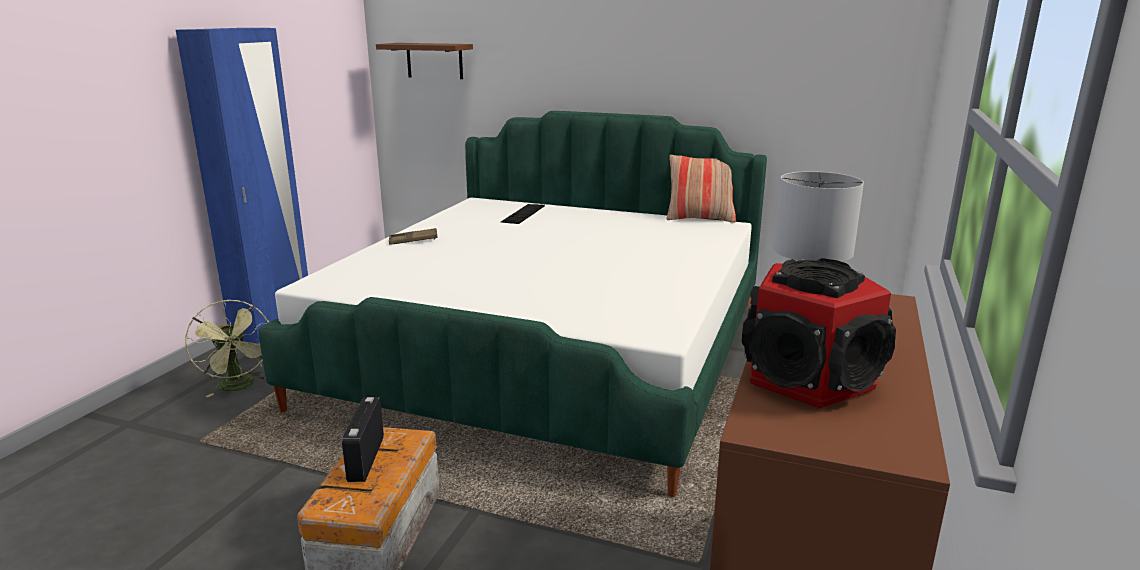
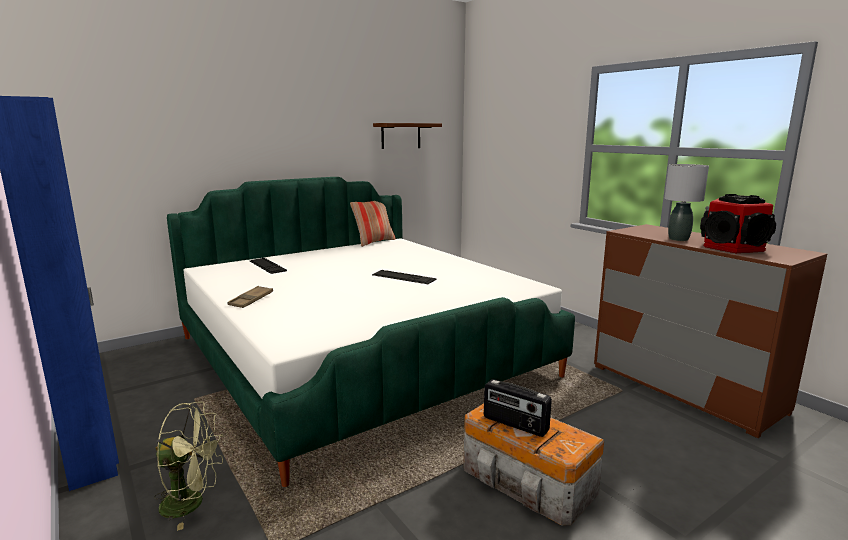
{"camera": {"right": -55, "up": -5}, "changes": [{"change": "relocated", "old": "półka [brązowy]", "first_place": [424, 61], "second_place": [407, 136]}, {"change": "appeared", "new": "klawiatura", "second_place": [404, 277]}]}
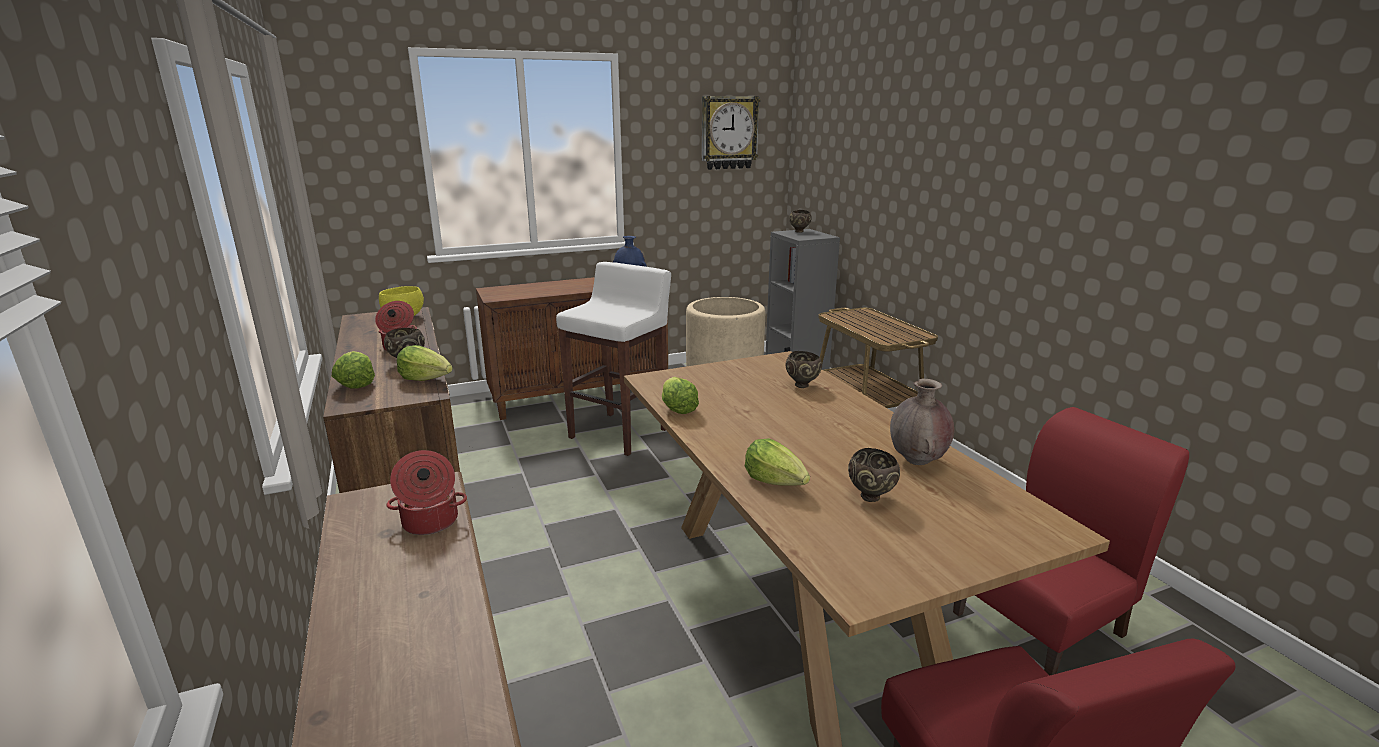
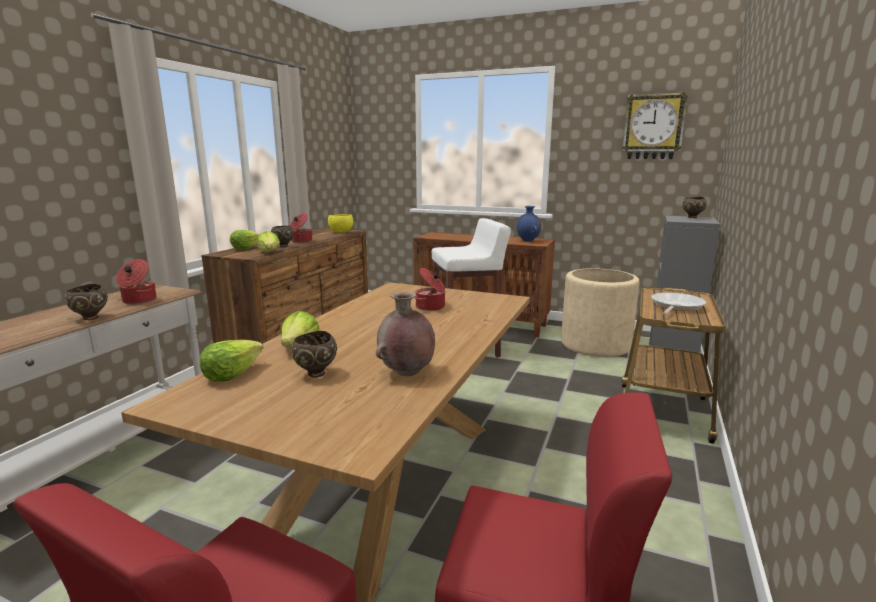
{"camera": {"right": 45, "up": -5}, "changes": [{"change": "relocated", "old": "sałata", "first_place": [680, 395], "second_place": [231, 361]}, {"change": "relocated", "old": "miska [brązowy]", "first_place": [804, 369], "second_place": [86, 302]}, {"change": "appeared", "new": "garnek", "second_place": [430, 289]}, {"change": "appeared", "new": "patelnia", "second_place": [678, 303]}]}
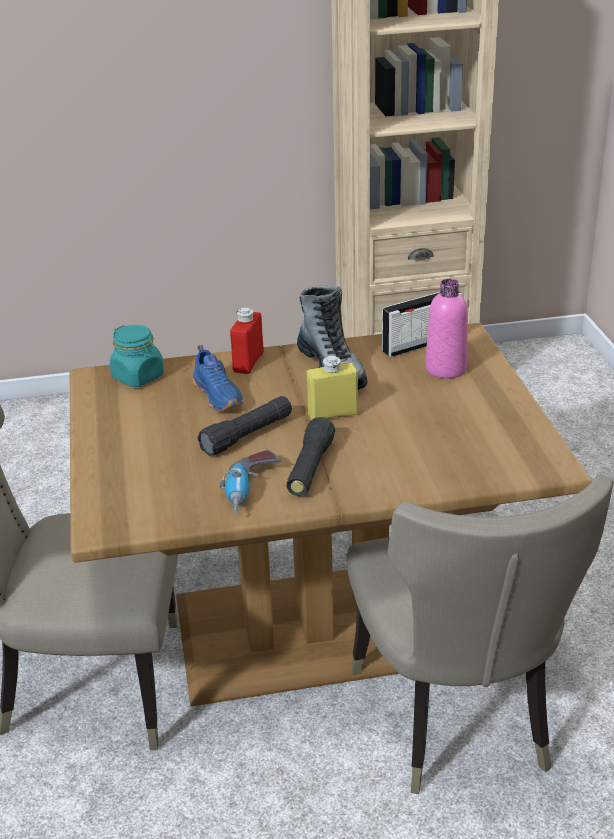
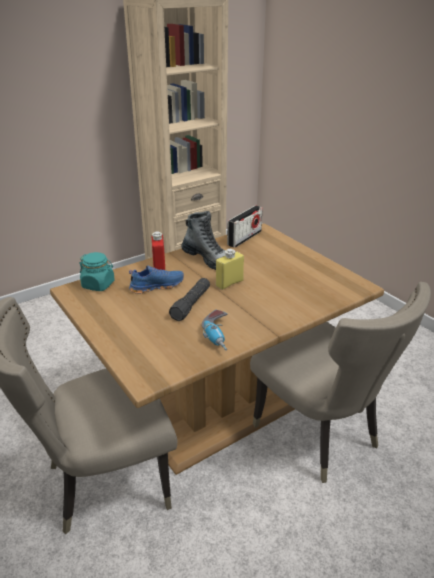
{"camera": {"right": -25, "up": 0}, "changes": [{"change": "spun", "old": "but [niebieski]", "first_place": [217, 378], "second_place": [156, 279], "degrees": -60}, {"change": "missing", "old": "latarka [czarny]", "first_place": [310, 456]}, {"change": "missing", "old": "butelka [różowy]", "first_place": [446, 329]}]}
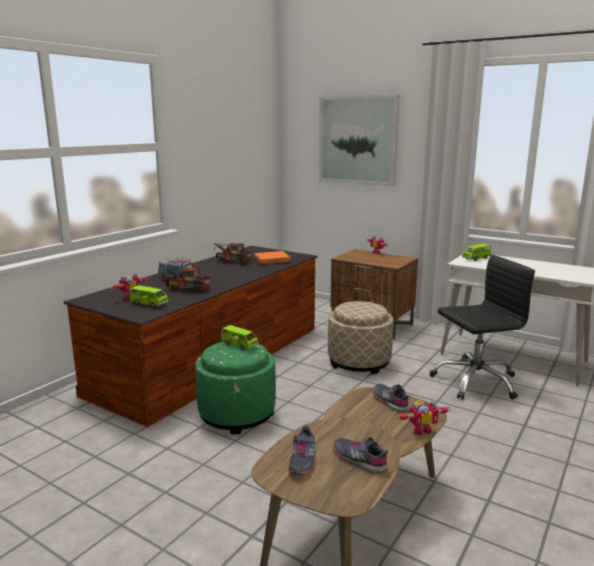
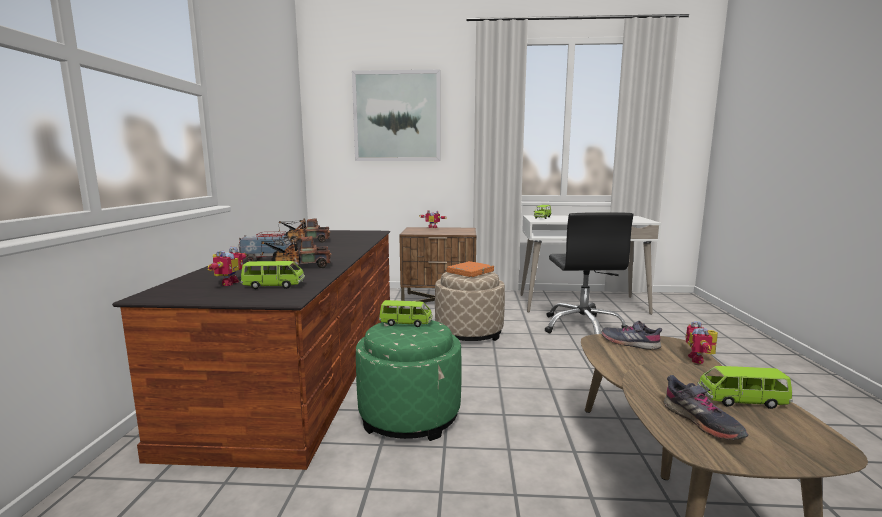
{"camera": {"right": -30, "up": -5}, "changes": [{"change": "relocated", "old": "książka [pomarańczowy]", "first_place": [272, 257], "second_place": [470, 269]}, {"change": "exchanged", "old": "but [szary]", "new": "samochodzik [zielony]", "first_place": [360, 455], "second_place": [745, 387]}, {"change": "spun", "old": "robot zabawkowy", "first_place": [423, 418], "second_place": [702, 342], "degrees": 150}, {"change": "spun", "old": "krzesło biurowe [czarny]", "first_place": [482, 327], "second_place": [589, 273], "degrees": 135}]}
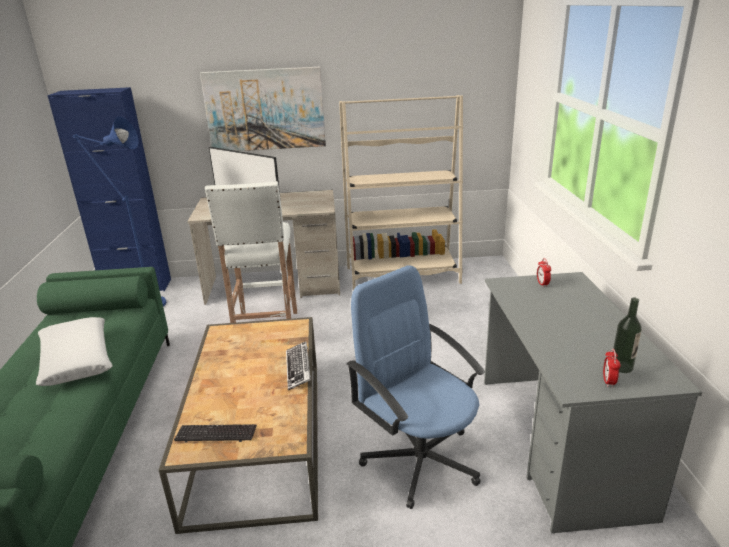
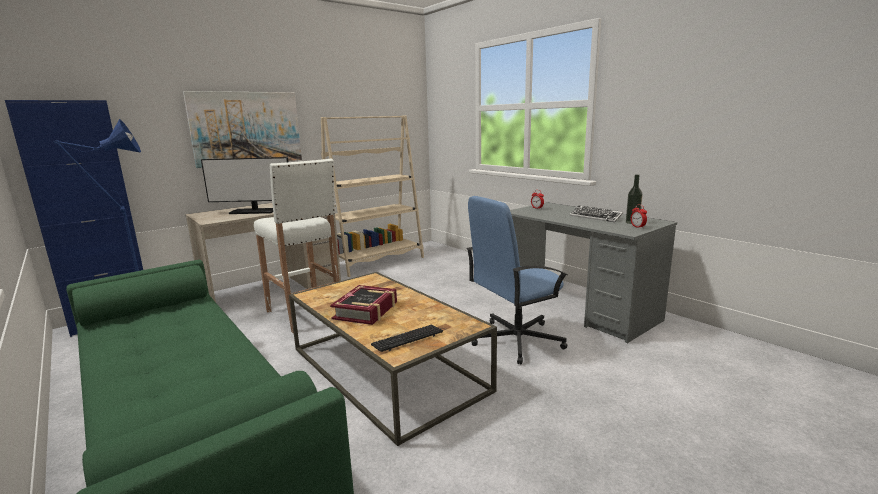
{"camera": {"right": -35, "up": -10}, "changes": [{"change": "missing", "old": "poduszka [biały]", "first_place": [74, 351]}, {"change": "relocated", "old": "klawiatura", "first_place": [298, 365], "second_place": [597, 214]}, {"change": "spun", "old": "krzesło biurowe [niebieski]", "first_place": [415, 387], "second_place": [517, 280], "degrees": -45}, {"change": "appeared", "new": "książka", "second_place": [363, 305]}]}
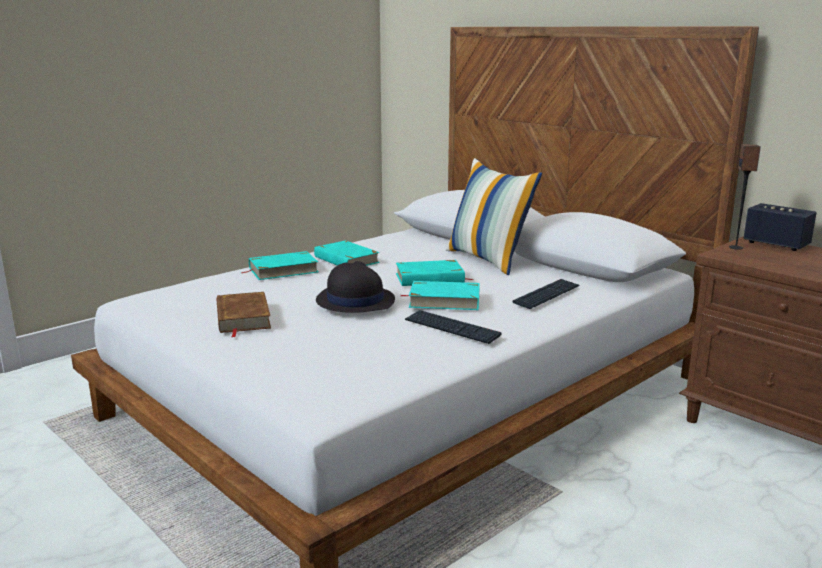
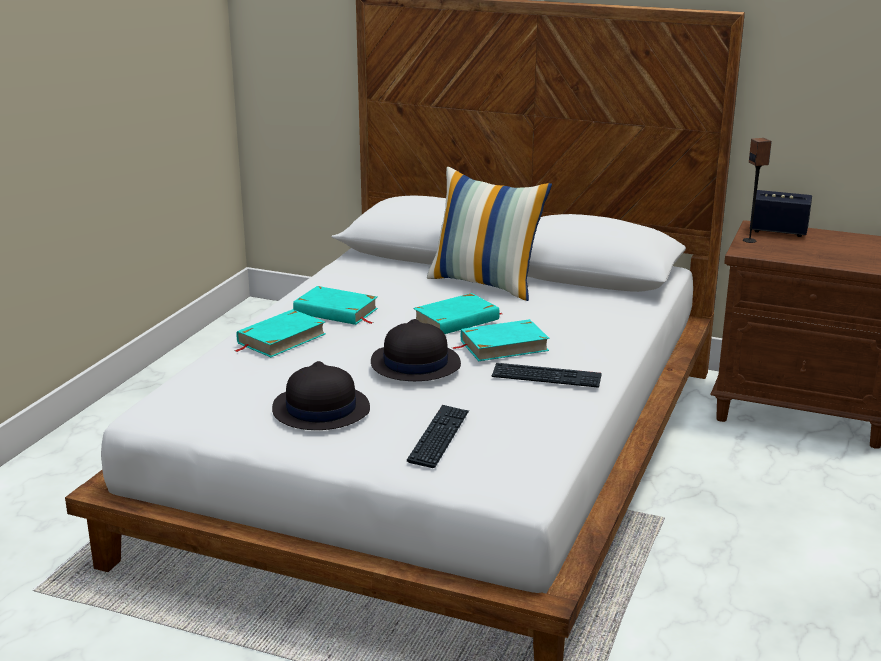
{"camera": {"right": -25, "up": 5}, "changes": [{"change": "exchanged", "old": "książka [brązowy]", "new": "kapelusz [czarny]", "first_place": [244, 314], "second_place": [321, 395]}, {"change": "relocated", "old": "klawiatura", "first_place": [546, 294], "second_place": [438, 436]}]}
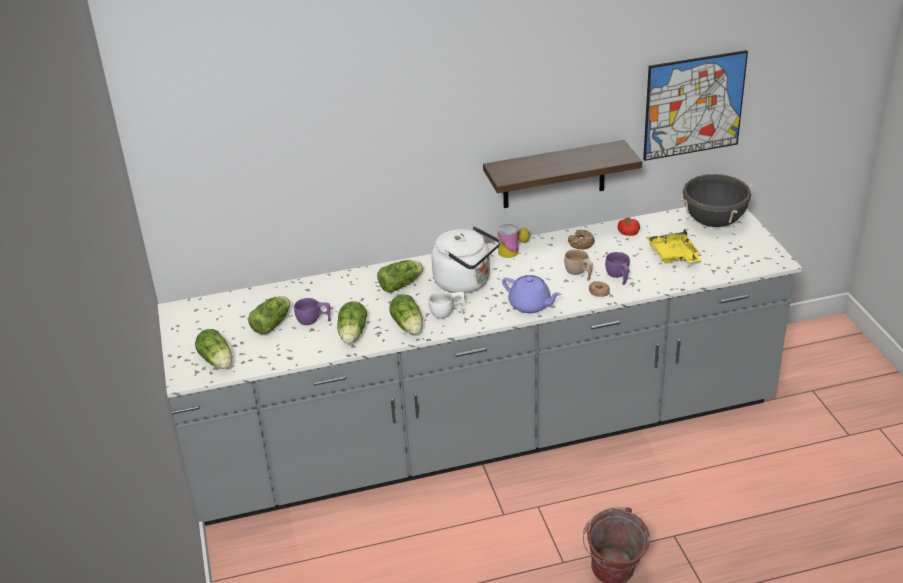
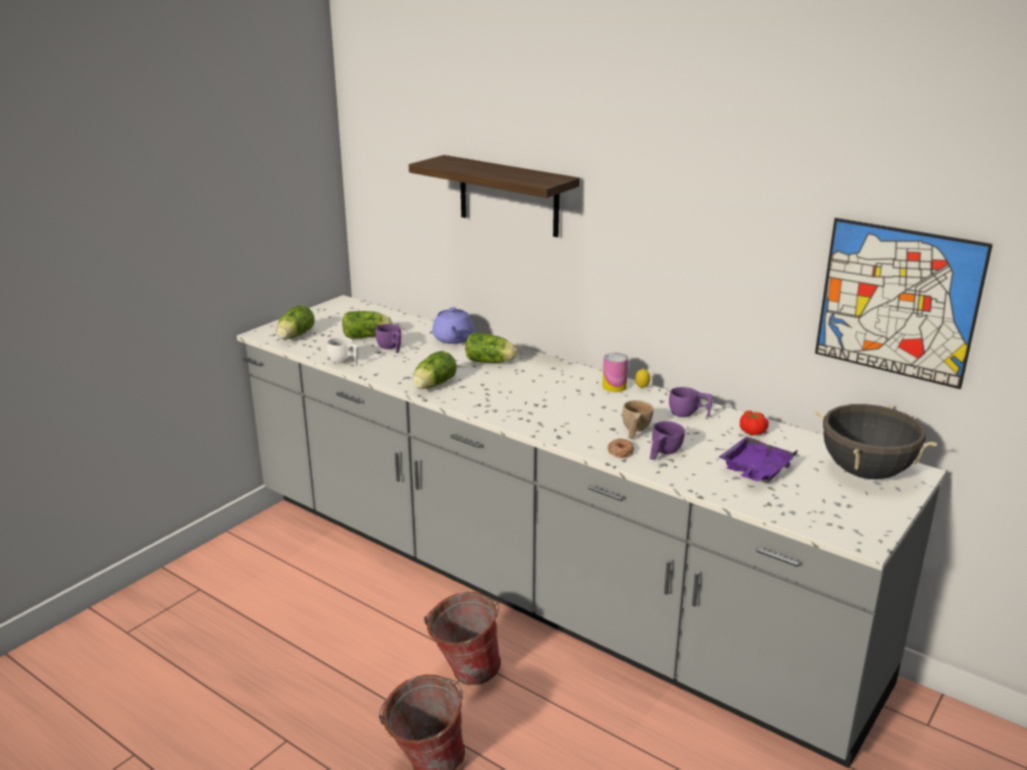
{"camera": {"right": 50, "up": -10}, "changes": [{"change": "missing", "old": "sałata", "first_place": [352, 322]}, {"change": "relocated", "old": "filiżanka [biały]", "first_place": [447, 305], "second_place": [343, 351]}, {"change": "missing", "old": "czajnik [biały]", "first_place": [465, 259]}, {"change": "relocated", "old": "półka", "first_place": [562, 174], "second_place": [494, 196]}, {"change": "relocated", "old": "imbryk [fioletowy]", "first_place": [531, 294], "second_place": [453, 325]}, {"change": "exchanged", "old": "donut", "new": "filiżanka [fioletowy]", "first_place": [581, 239], "second_place": [691, 402]}, {"change": "colour", "old": "taca [żółty]", "new": "taca [fioletowy]", "first_place": [673, 246], "second_place": [758, 458]}, {"change": "appeared", "new": "wiadro", "second_place": [462, 638]}]}
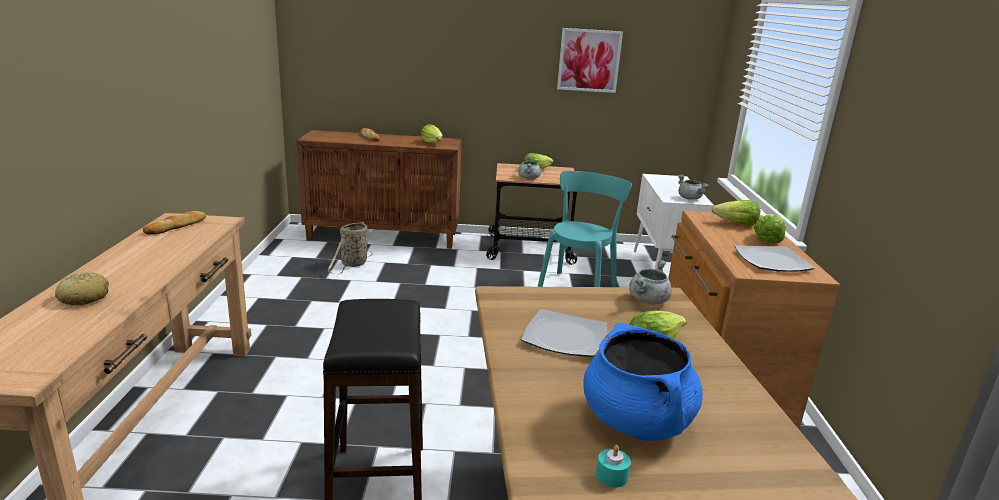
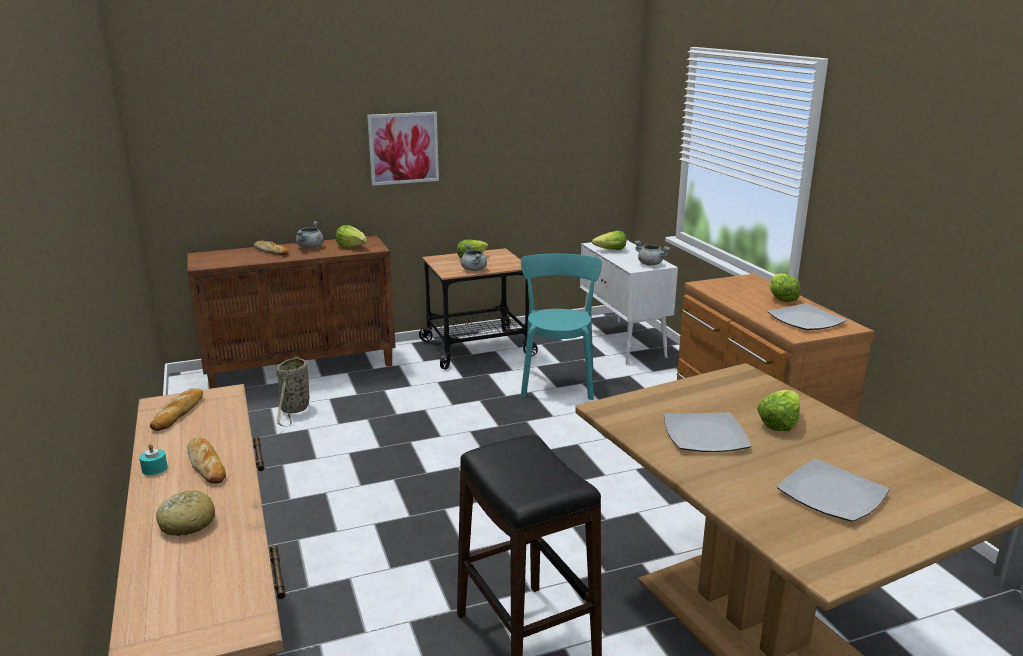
{"camera": {"right": -20, "up": 0}, "changes": [{"change": "relocated", "old": "obraz", "first_place": [590, 60], "second_place": [403, 149]}, {"change": "exchanged", "old": "garnek [niebieski]", "new": "talerz", "first_place": [643, 382], "second_place": [833, 490]}, {"change": "relocated", "old": "świeca [turkusowy]", "first_place": [613, 466], "second_place": [153, 459]}, {"change": "relocated", "old": "garnek [szary]", "first_place": [650, 282], "second_place": [310, 235]}, {"change": "relocated", "old": "sałata", "first_place": [736, 213], "second_place": [609, 240]}, {"change": "appeared", "new": "chleb", "second_place": [206, 460]}]}
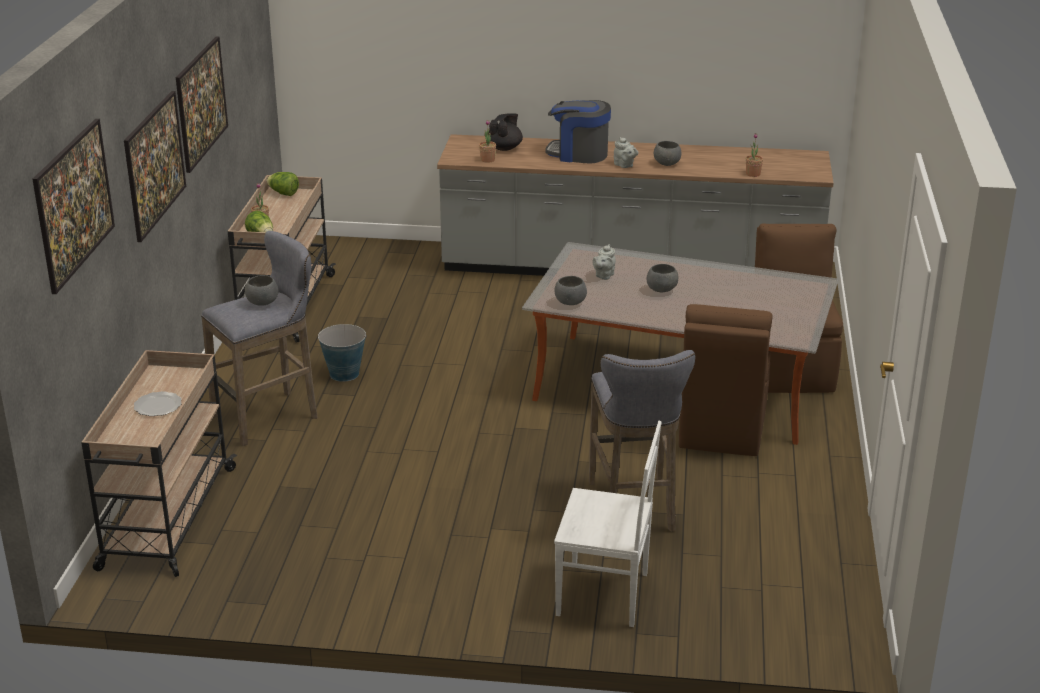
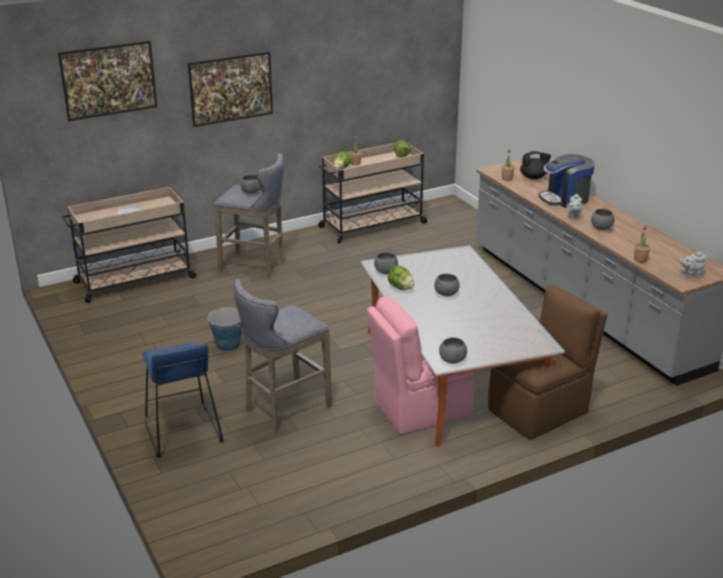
{"camera": {"right": 55, "up": 0}, "changes": [{"change": "missing", "old": "obraz", "first_place": [202, 104]}, {"change": "relocated", "old": "wiadro", "first_place": [342, 353], "second_place": [225, 330]}, {"change": "spun", "old": "ekspres do kawy", "first_place": [578, 131], "second_place": [566, 181], "degrees": -90}, {"change": "exchanged", "old": "krzesło [biały]", "new": "stołek [niebieski]", "first_place": [608, 524], "second_place": [182, 400]}, {"change": "relocated", "old": "imbryk [szary]", "first_place": [604, 262], "second_place": [693, 265]}, {"change": "colour", "old": "krzesło [brązowy]", "new": "krzesło [różowy]", "first_place": [726, 380], "second_place": [421, 365]}, {"change": "appeared", "new": "sałata", "second_place": [401, 277]}, {"change": "appeared", "new": "miska [szary]", "second_place": [453, 350]}]}
